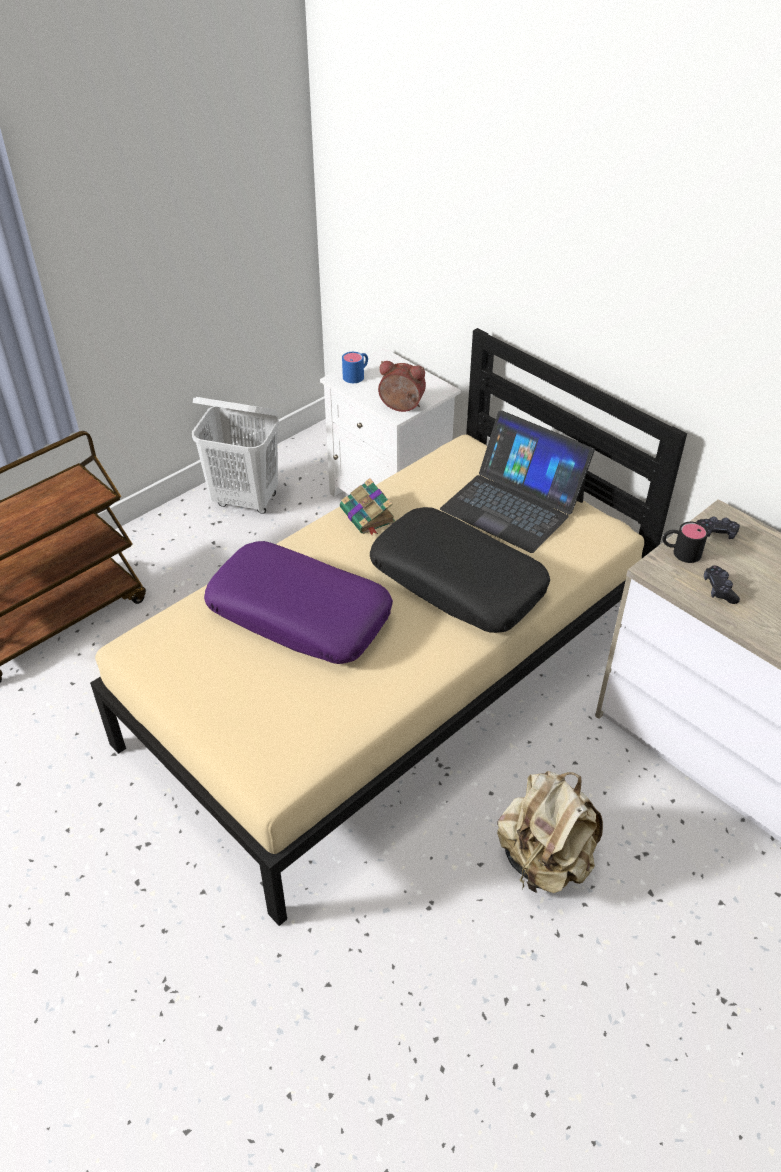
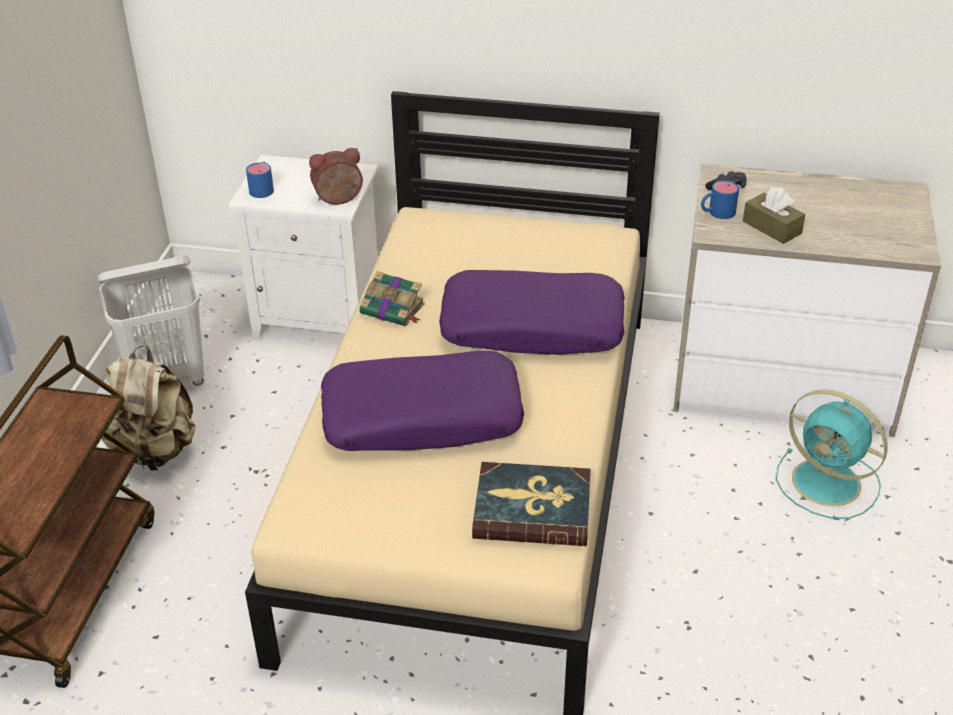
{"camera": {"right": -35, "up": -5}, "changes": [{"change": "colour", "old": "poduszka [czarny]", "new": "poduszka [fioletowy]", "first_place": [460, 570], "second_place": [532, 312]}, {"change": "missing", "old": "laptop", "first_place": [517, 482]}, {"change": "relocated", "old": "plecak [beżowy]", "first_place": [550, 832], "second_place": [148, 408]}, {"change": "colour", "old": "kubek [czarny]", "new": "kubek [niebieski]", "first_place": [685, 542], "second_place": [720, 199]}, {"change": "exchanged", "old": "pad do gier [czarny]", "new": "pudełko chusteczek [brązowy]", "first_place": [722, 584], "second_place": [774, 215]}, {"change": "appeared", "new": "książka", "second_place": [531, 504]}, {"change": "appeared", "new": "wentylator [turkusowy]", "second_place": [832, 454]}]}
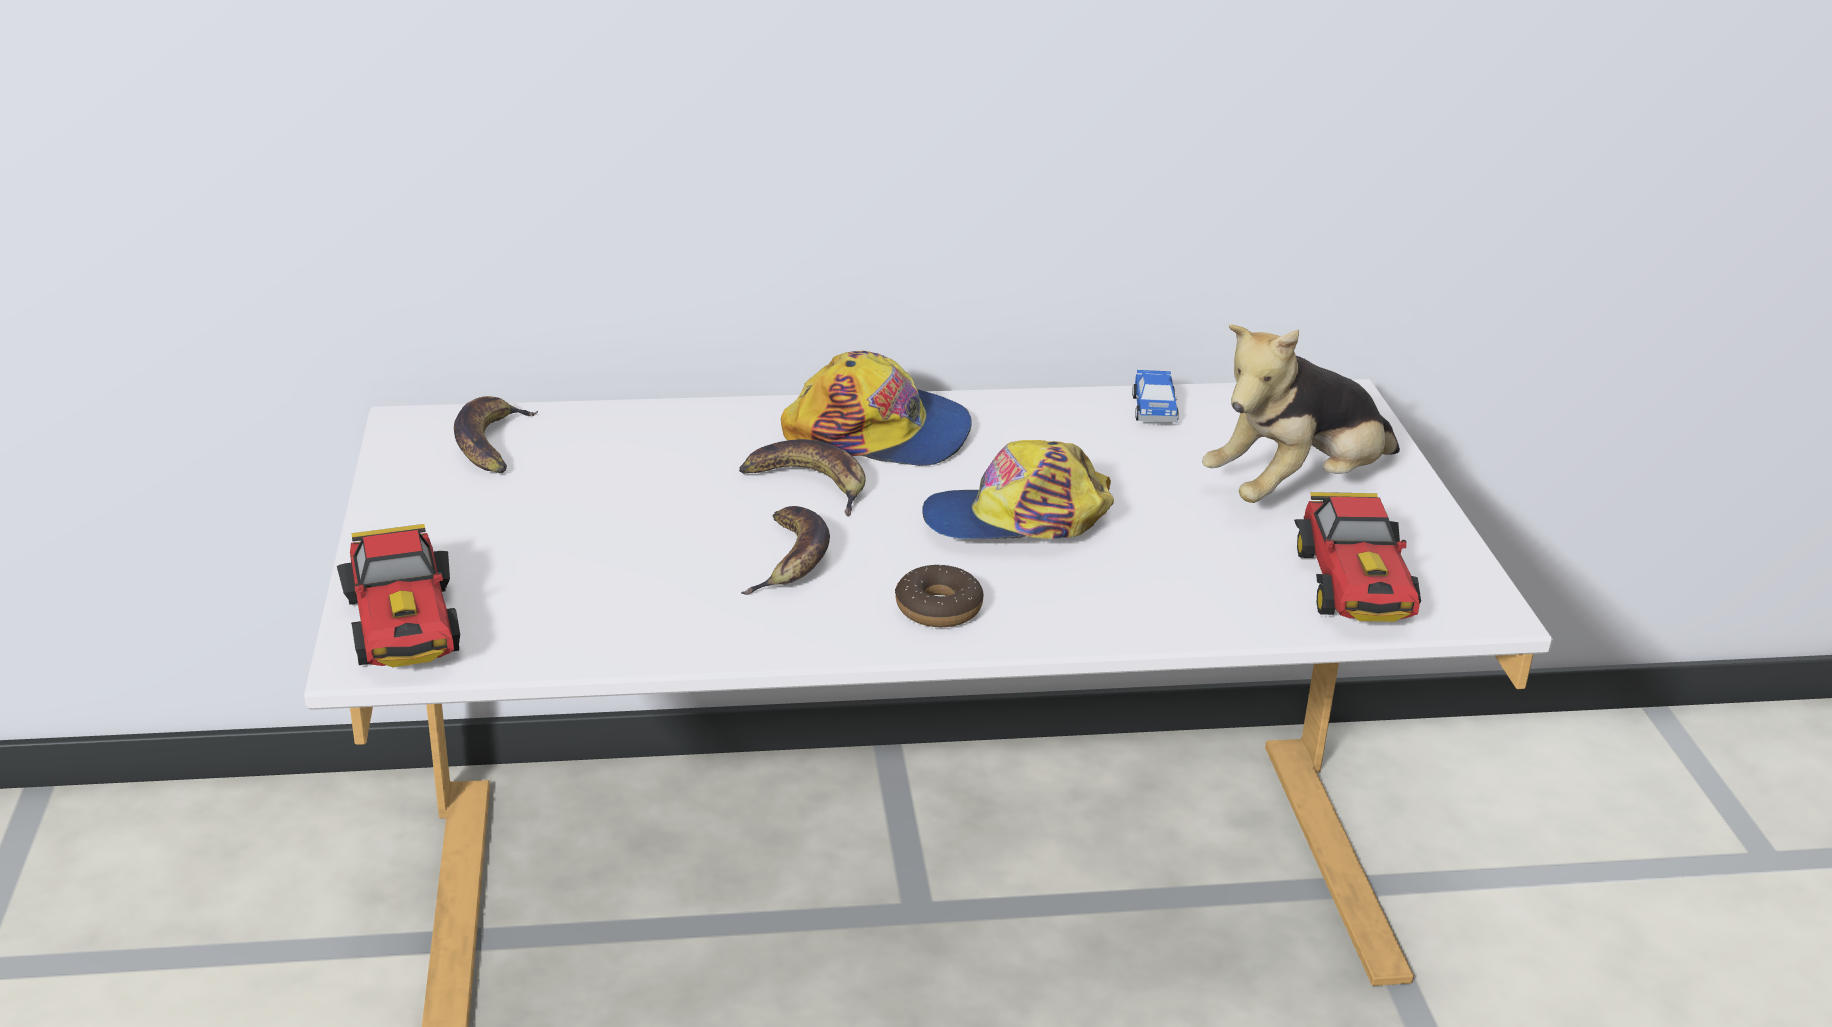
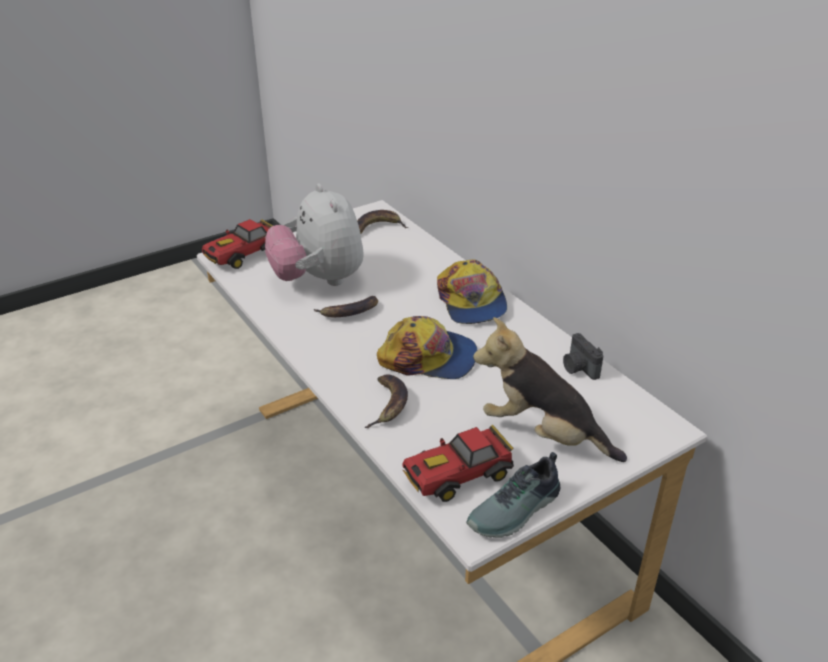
{"camera": {"right": 65, "up": 5}, "changes": [{"change": "relocated", "old": "banan", "first_place": [802, 477], "second_place": [386, 401]}, {"change": "missing", "old": "donut", "first_place": [939, 595]}, {"change": "spun", "old": "czapka z daszkiem", "first_place": [1018, 489], "second_place": [427, 347], "degrees": 135}, {"change": "exchanged", "old": "samochodzik", "new": "aparat fotograficzny", "first_place": [1155, 396], "second_place": [583, 356]}, {"change": "appeared", "new": "pluszak", "second_place": [314, 235]}, {"change": "appeared", "new": "but", "second_place": [513, 495]}]}
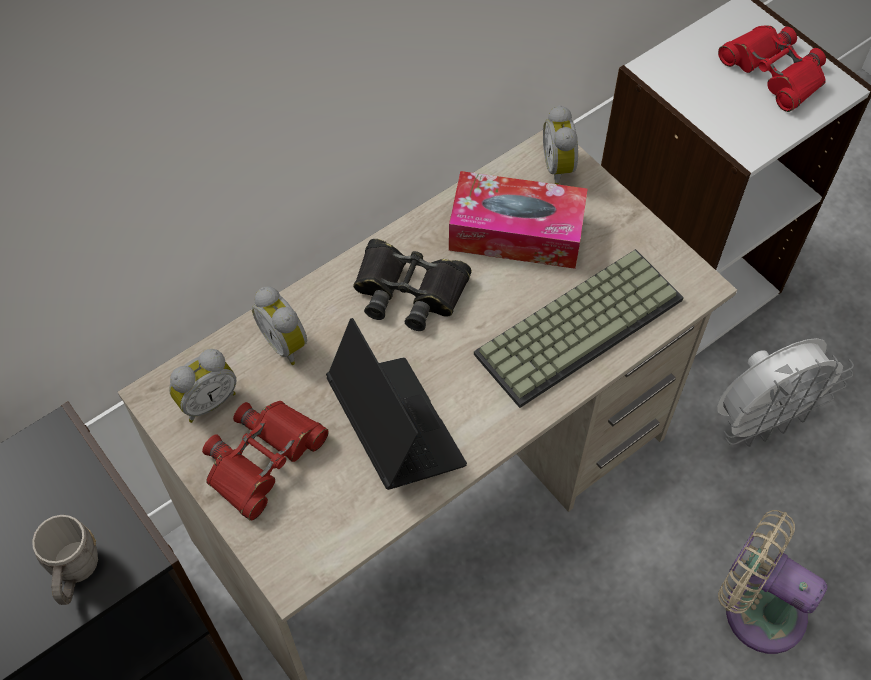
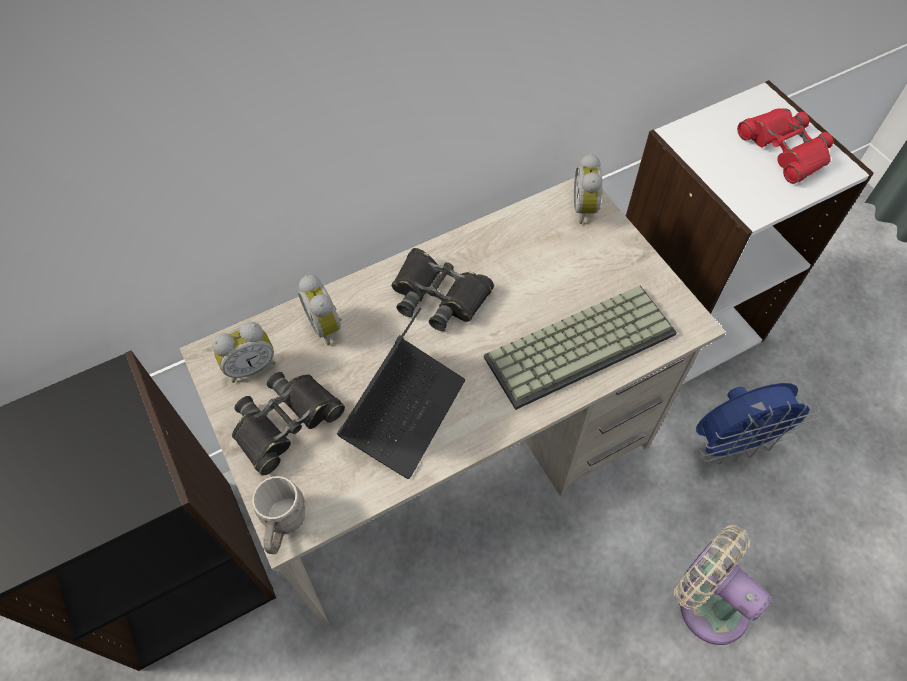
{"camera": {"right": 10, "up": 0}, "changes": [{"change": "relocated", "old": "kubek [szary]", "first_place": [65, 560], "second_place": [279, 515]}, {"change": "colour", "old": "lornetka [czerwony]", "new": "lornetka [czarny]", "first_place": [265, 461], "second_place": [288, 424]}, {"change": "spun", "old": "laptop", "first_place": [396, 404], "second_place": [401, 393], "degrees": 45}, {"change": "missing", "old": "pudełko chusteczek", "first_place": [518, 220]}, {"change": "colour", "old": "wentylator [biały]", "new": "wentylator [niebieski]", "first_place": [785, 392], "second_place": [757, 424]}]}
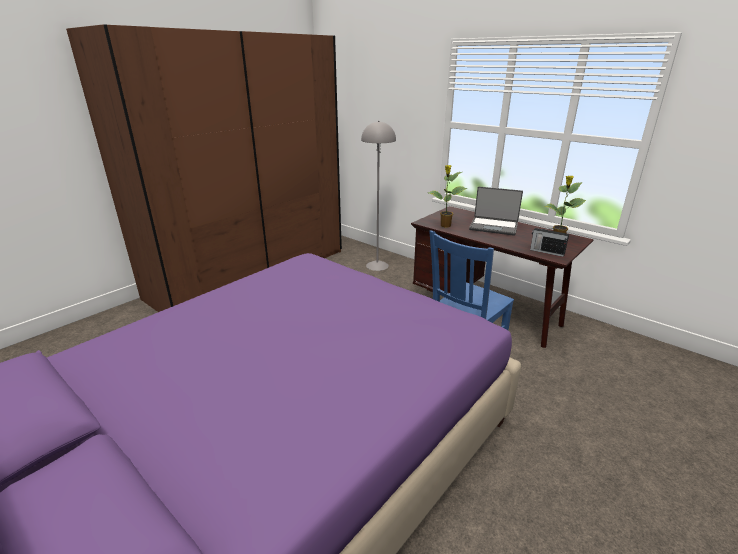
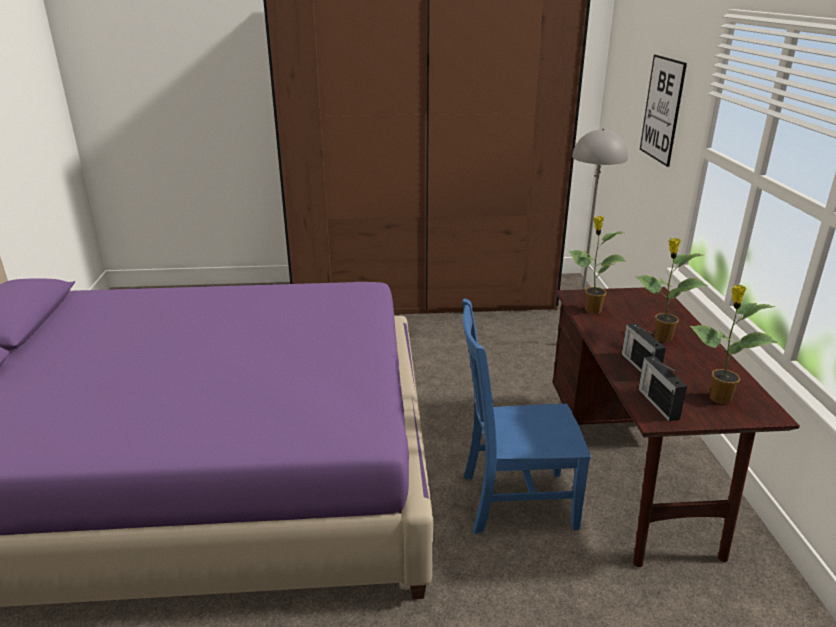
{"camera": {"right": 45, "up": 0}, "changes": [{"change": "exchanged", "old": "laptop", "new": "roślina doniczkowa", "first_place": [496, 211], "second_place": [671, 290]}, {"change": "appeared", "new": "radio", "second_place": [644, 347]}, {"change": "appeared", "new": "obraz", "second_place": [663, 111]}]}
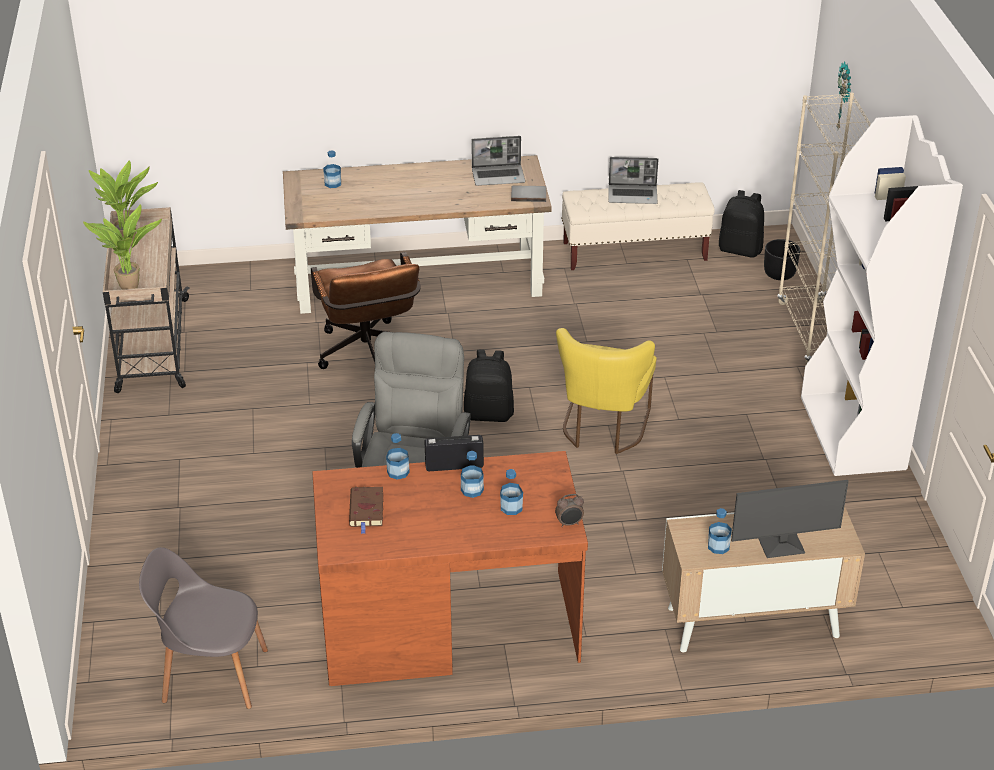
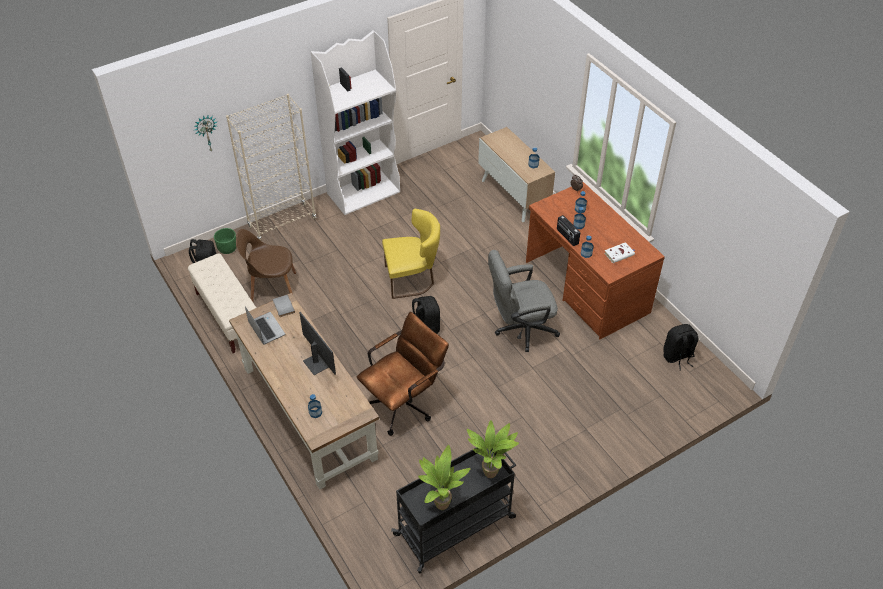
{"camera": {"right": -115, "up": 10}, "changes": [{"change": "colour", "old": "wózek [beżowy]", "new": "wózek [czarny]", "first_place": [146, 300], "second_place": [453, 510]}, {"change": "exchanged", "old": "krzesło [szary]", "new": "plecak [czarny]", "first_place": [203, 628], "second_place": [680, 347]}, {"change": "colour", "old": "książka [brązowy]", "new": "książka [biały]", "first_place": [366, 510], "second_place": [619, 252]}, {"change": "missing", "old": "laptop", "first_place": [633, 180]}, {"change": "relocated", "old": "monitor", "first_place": [790, 519], "second_place": [317, 343]}, {"change": "colour", "old": "donica [czarny]", "new": "donica [zielony]", "first_place": [782, 259], "second_place": [225, 241]}, {"change": "appeared", "new": "krzesło [brązowy]", "second_place": [266, 265]}]}
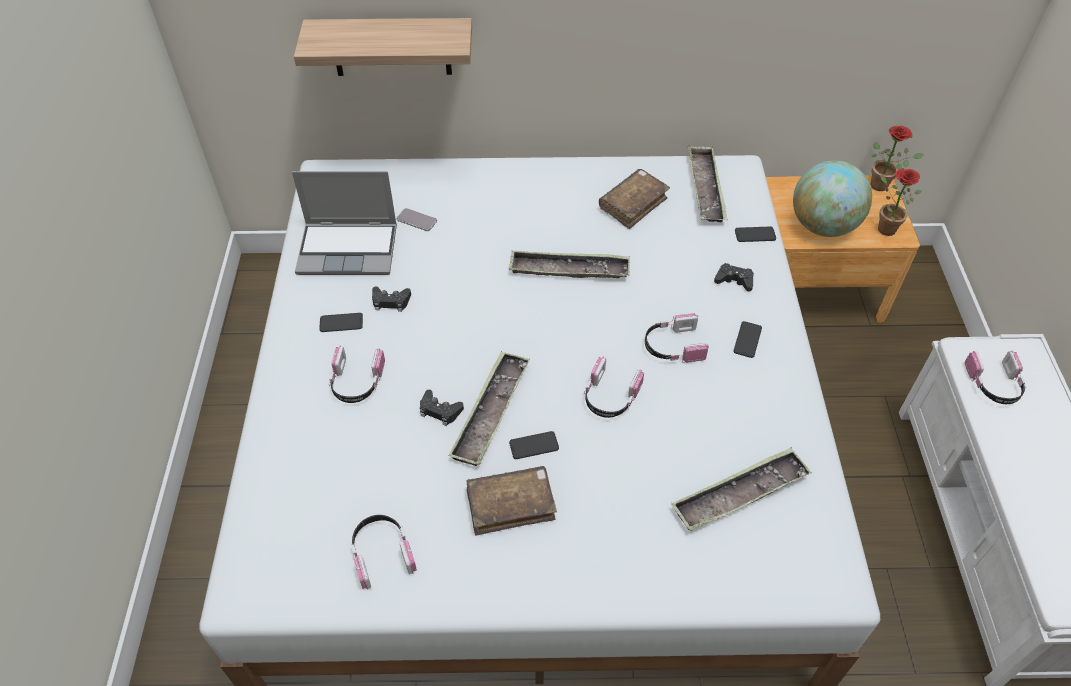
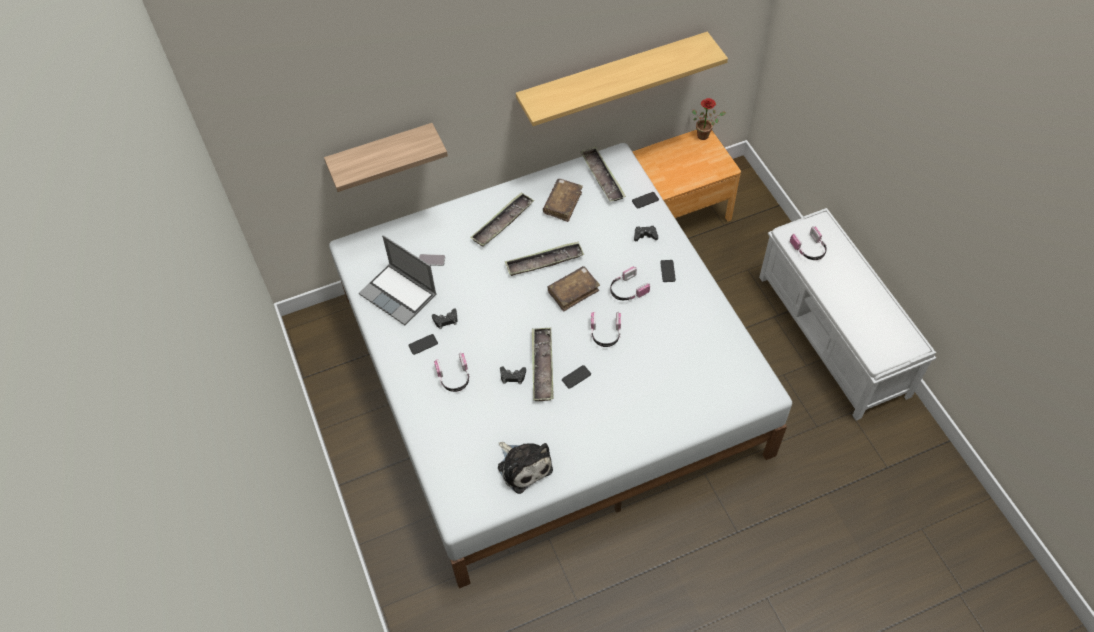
{"camera": {"right": -20, "up": 5}, "changes": [{"change": "spun", "old": "laptop", "first_place": [344, 223], "second_place": [397, 280], "degrees": 60}, {"change": "exchanged", "old": "słuchawki", "new": "pluszak", "first_place": [383, 552], "second_place": [525, 468]}, {"change": "relocated", "old": "książka [brązowy]", "first_place": [512, 500], "second_place": [574, 289]}, {"change": "relocated", "old": "taca", "first_place": [741, 489], "second_place": [502, 219]}, {"change": "missing", "old": "globus", "first_place": [832, 199]}, {"change": "missing", "old": "roślina doniczkowa", "first_place": [900, 202]}, {"change": "appeared", "new": "półka", "second_place": [622, 79]}]}
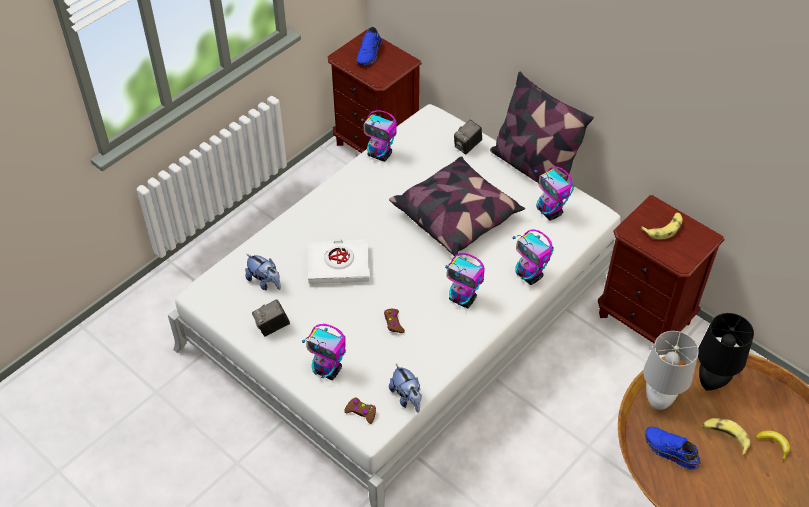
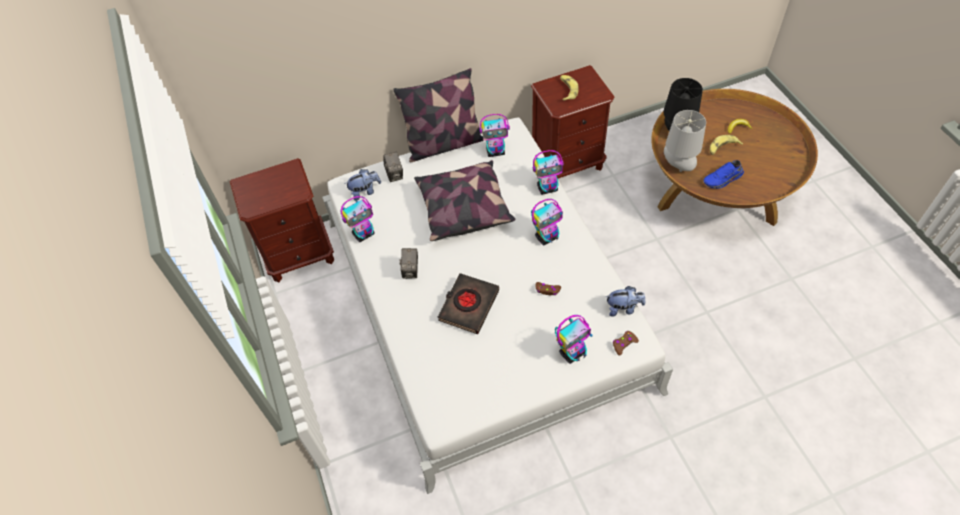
{"camera": {"right": -60, "up": 5}, "changes": [{"change": "relocated", "old": "pluszak", "first_place": [263, 272], "second_place": [362, 185]}, {"change": "relocated", "old": "aparat fotograficzny", "first_place": [271, 318], "second_place": [408, 263]}, {"change": "colour", "old": "książka [biały]", "new": "książka [czarny]", "first_place": [339, 261], "second_place": [468, 303]}, {"change": "missing", "old": "but [niebieski]", "first_place": [369, 46]}]}
